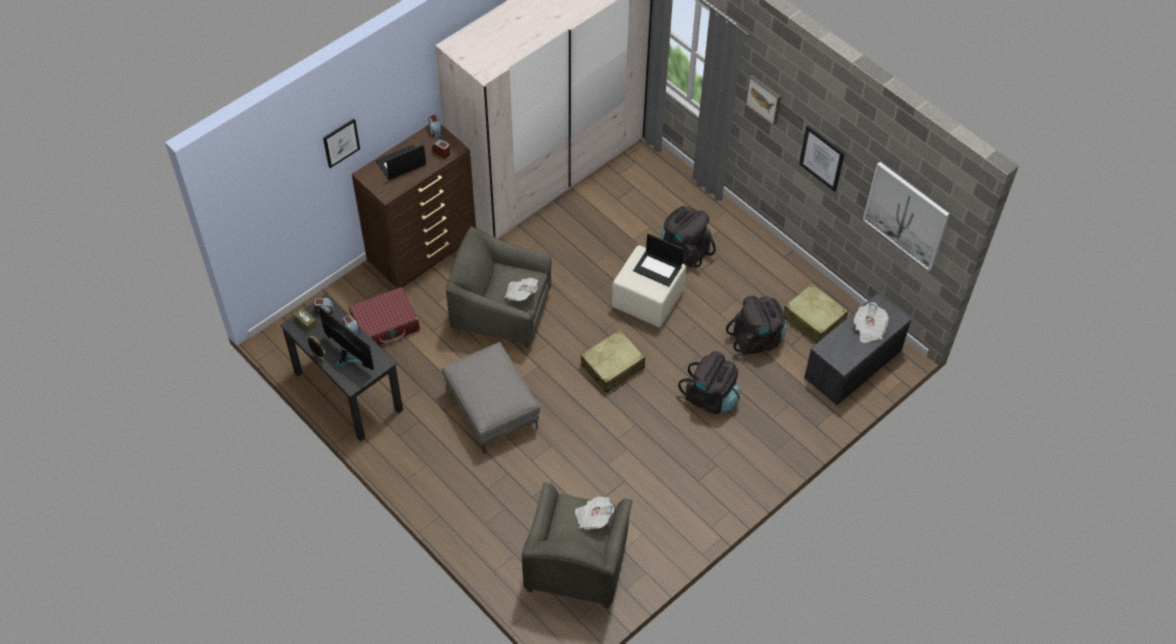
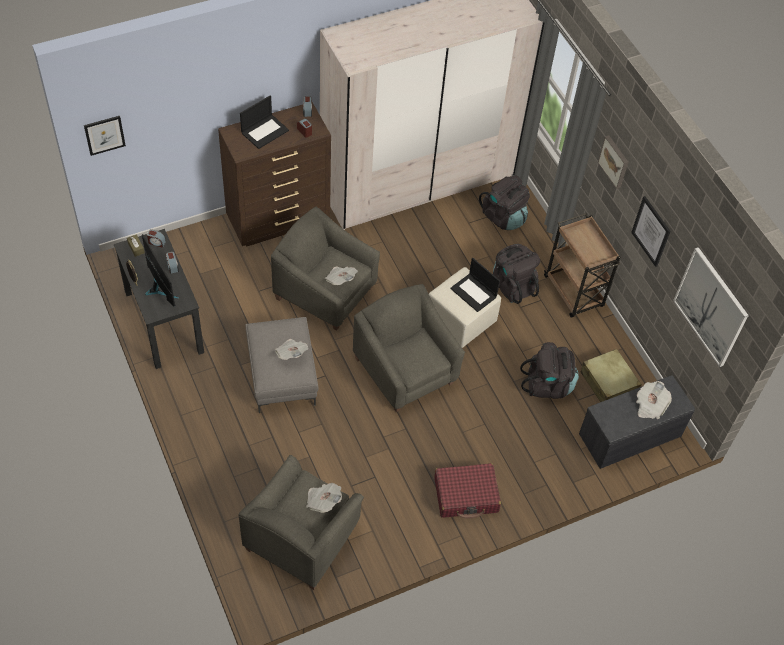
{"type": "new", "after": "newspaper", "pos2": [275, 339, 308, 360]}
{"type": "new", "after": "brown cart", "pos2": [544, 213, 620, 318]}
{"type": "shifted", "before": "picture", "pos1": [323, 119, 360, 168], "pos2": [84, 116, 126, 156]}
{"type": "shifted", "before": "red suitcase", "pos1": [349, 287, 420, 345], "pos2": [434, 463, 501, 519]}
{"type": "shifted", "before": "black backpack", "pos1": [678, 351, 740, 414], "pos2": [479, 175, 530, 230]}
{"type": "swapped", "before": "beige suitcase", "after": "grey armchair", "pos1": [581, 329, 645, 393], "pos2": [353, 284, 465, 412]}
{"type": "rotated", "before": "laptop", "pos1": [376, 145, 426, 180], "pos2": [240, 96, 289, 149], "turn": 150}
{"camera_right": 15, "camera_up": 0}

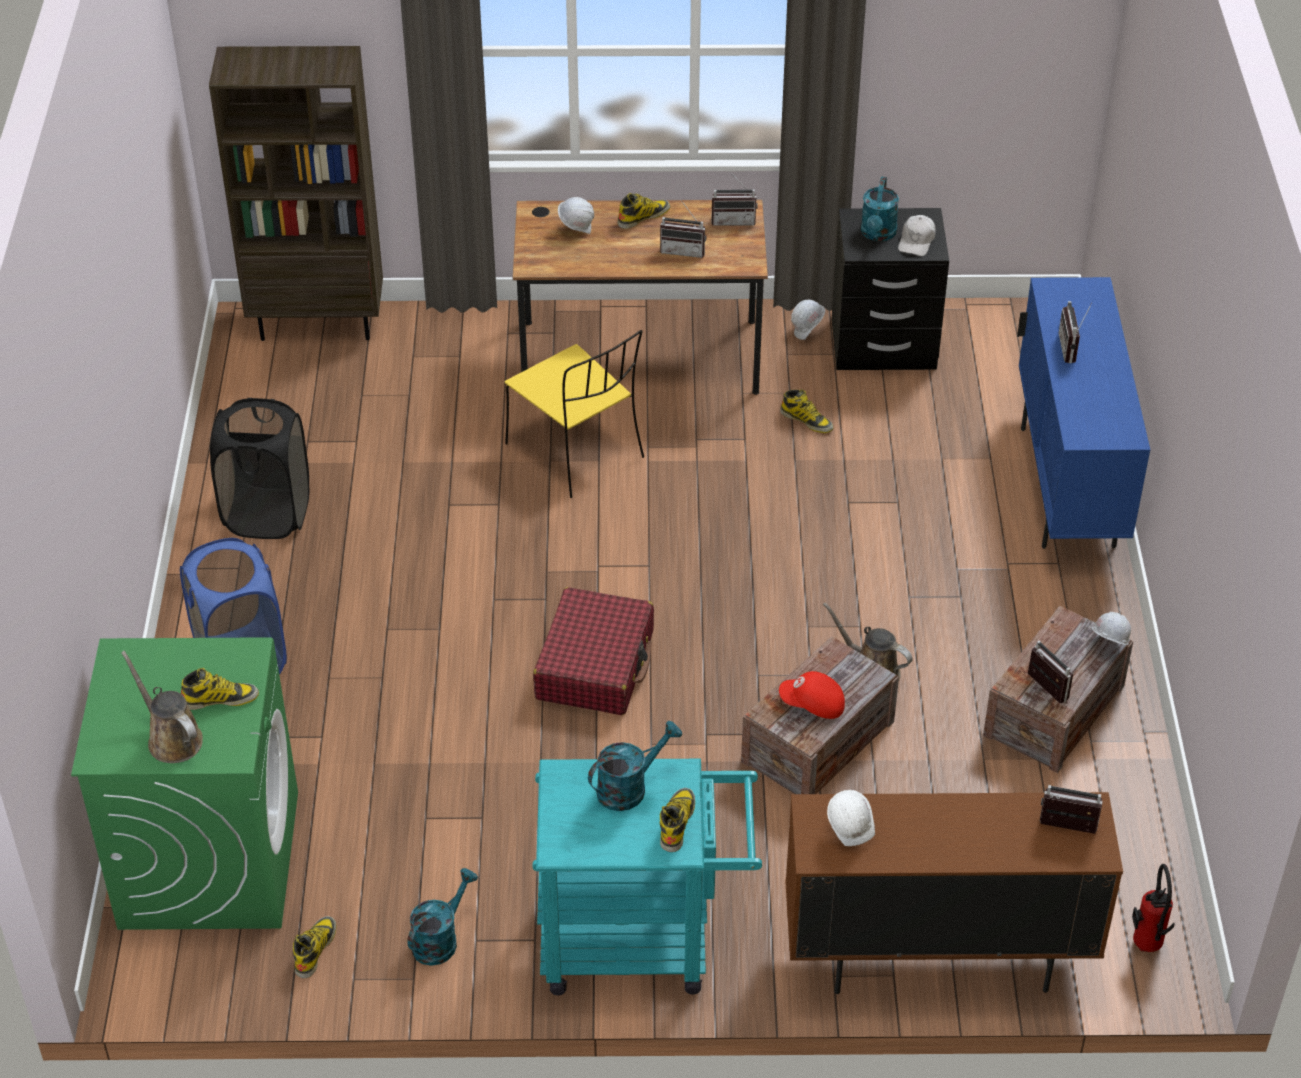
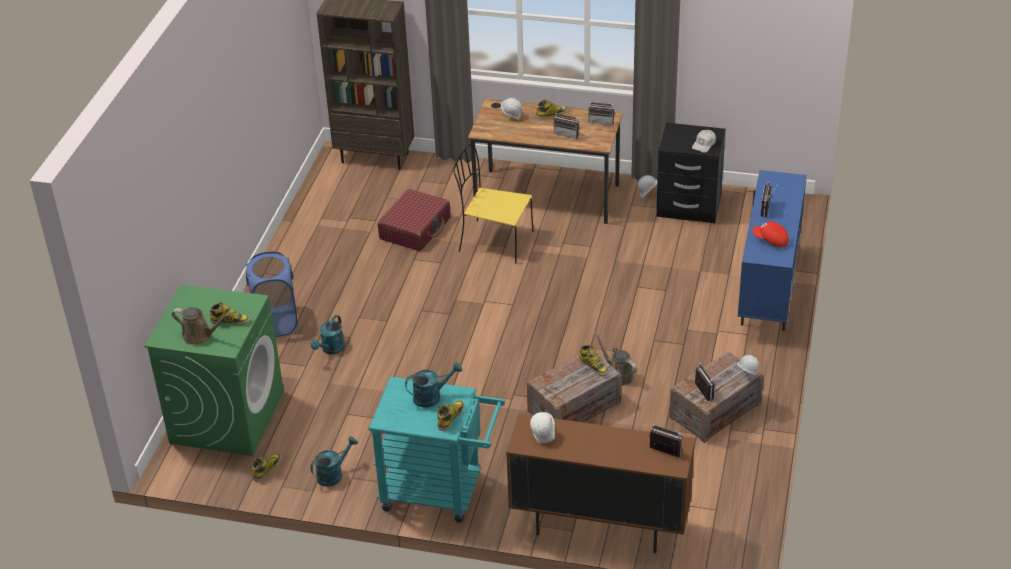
{"type": "gone", "before": "black laundry basket", "pos1": [210, 398, 309, 539]}
{"type": "gone", "before": "fire extinguisher", "pos1": [1132, 864, 1175, 952]}
{"type": "shifted", "before": "red suitcase", "pos1": [533, 587, 654, 715], "pos2": [377, 189, 450, 251]}
{"type": "shifted", "before": "red cap", "pos1": [779, 671, 845, 719], "pos2": [753, 221, 789, 248]}
{"type": "shifted", "before": "boot", "pos1": [780, 389, 833, 433], "pos2": [579, 345, 609, 376]}
{"type": "shifted", "before": "turquoise watering can", "pos1": [861, 177, 899, 241], "pos2": [311, 315, 345, 354]}
{"type": "rotated", "before": "brown watering can", "pos1": [121, 651, 203, 763], "pos2": [172, 307, 230, 345], "turn": 135}
{"type": "rotated", "before": "yellow chair", "pos1": [505, 330, 644, 498], "pos2": [453, 144, 534, 264], "turn": 135}
{"camera_right": 15, "camera_up": -5}

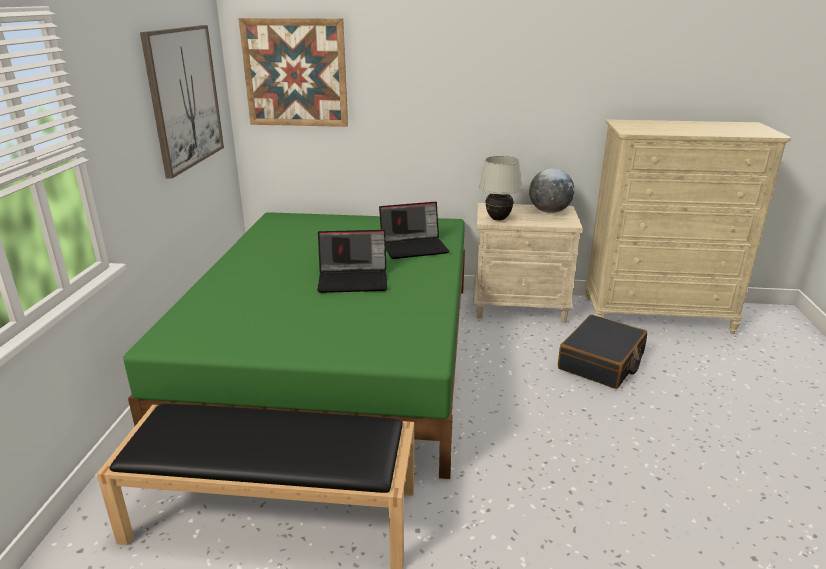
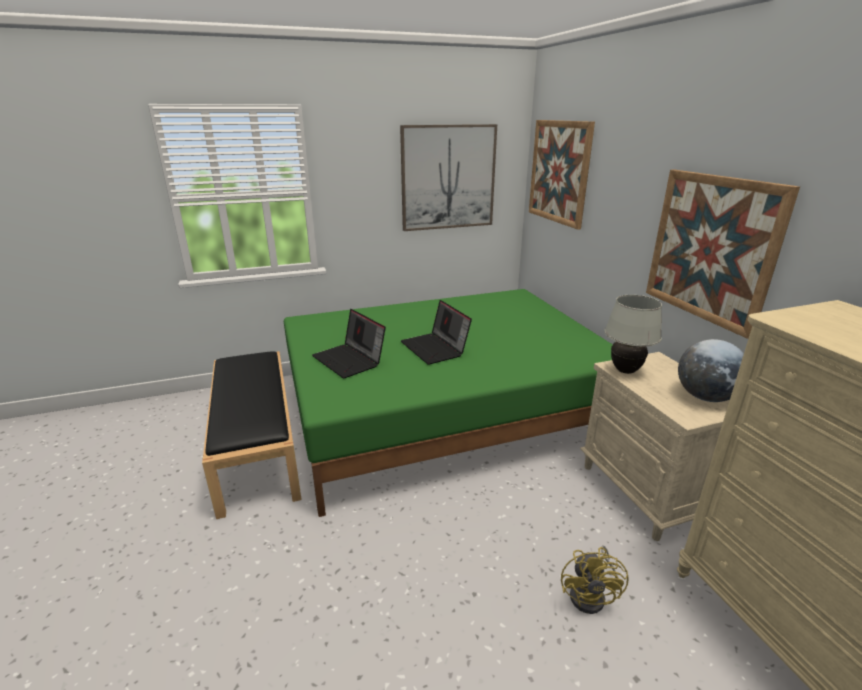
{"type": "new", "after": "picture", "pos2": [646, 170, 800, 339]}
{"type": "shifted", "before": "laptop", "pos1": [379, 202, 450, 259], "pos2": [312, 309, 386, 378]}
{"type": "swapped", "before": "black suitcase", "after": "yellow fan", "pos1": [558, 315, 647, 389], "pos2": [561, 545, 629, 614]}
{"camera_right": 65, "camera_up": 0}

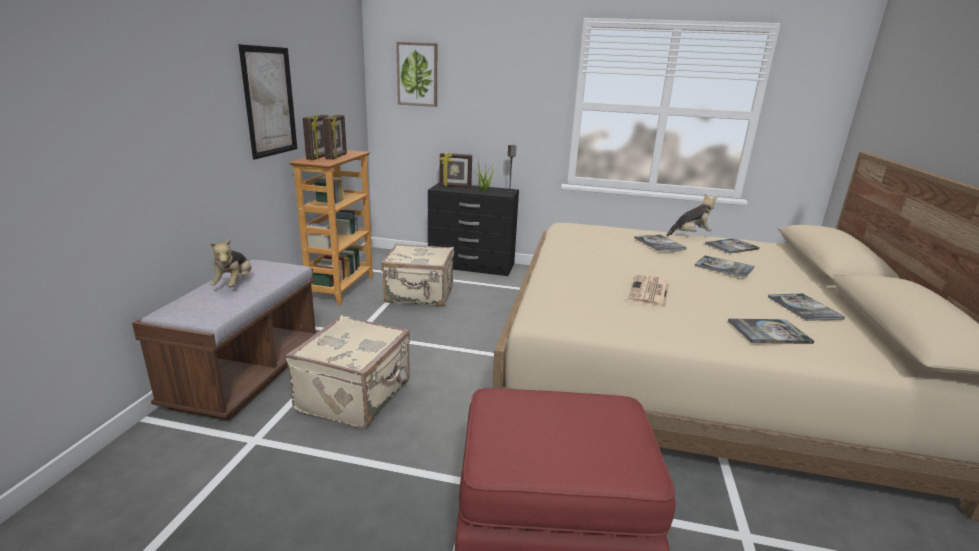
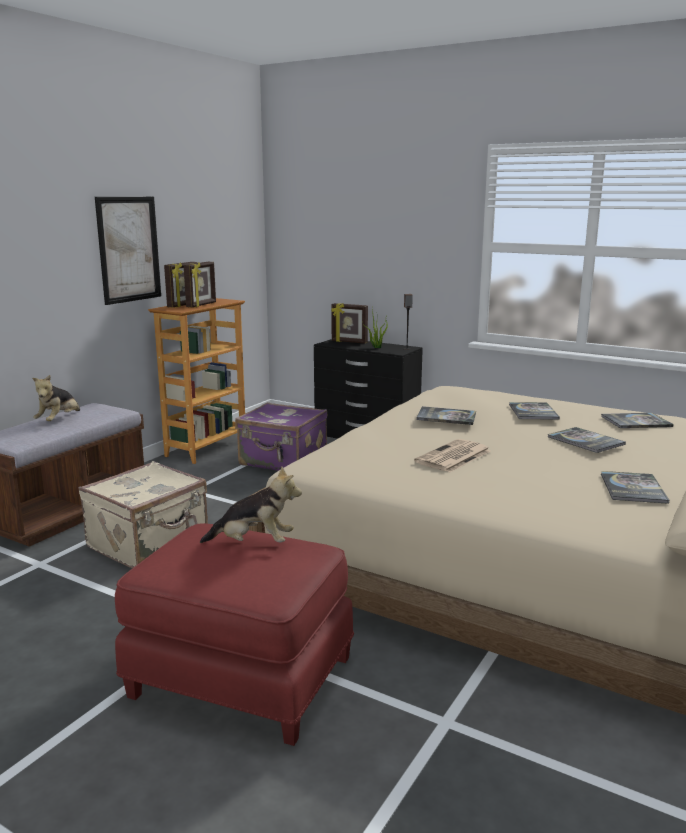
{"type": "gone", "before": "picture", "pos1": [396, 42, 437, 107]}
{"type": "shifted", "before": "plush toy", "pos1": [666, 194, 718, 236], "pos2": [200, 466, 302, 543]}
{"type": "shifted", "before": "book", "pos1": [728, 318, 814, 344], "pos2": [417, 406, 476, 425]}
{"type": "repainted", "before": "beige suitcase", "after": "purple suitcase", "pos1": [381, 243, 454, 307], "pos2": [235, 402, 327, 471]}
{"camera_right": 20, "camera_up": -5}

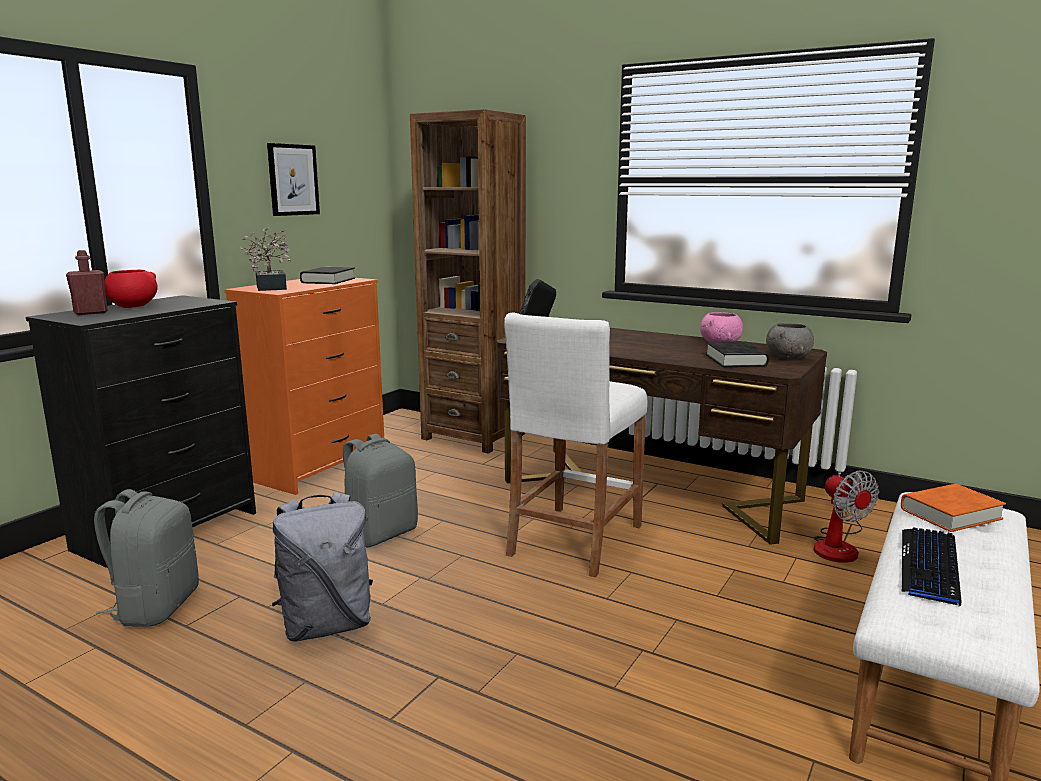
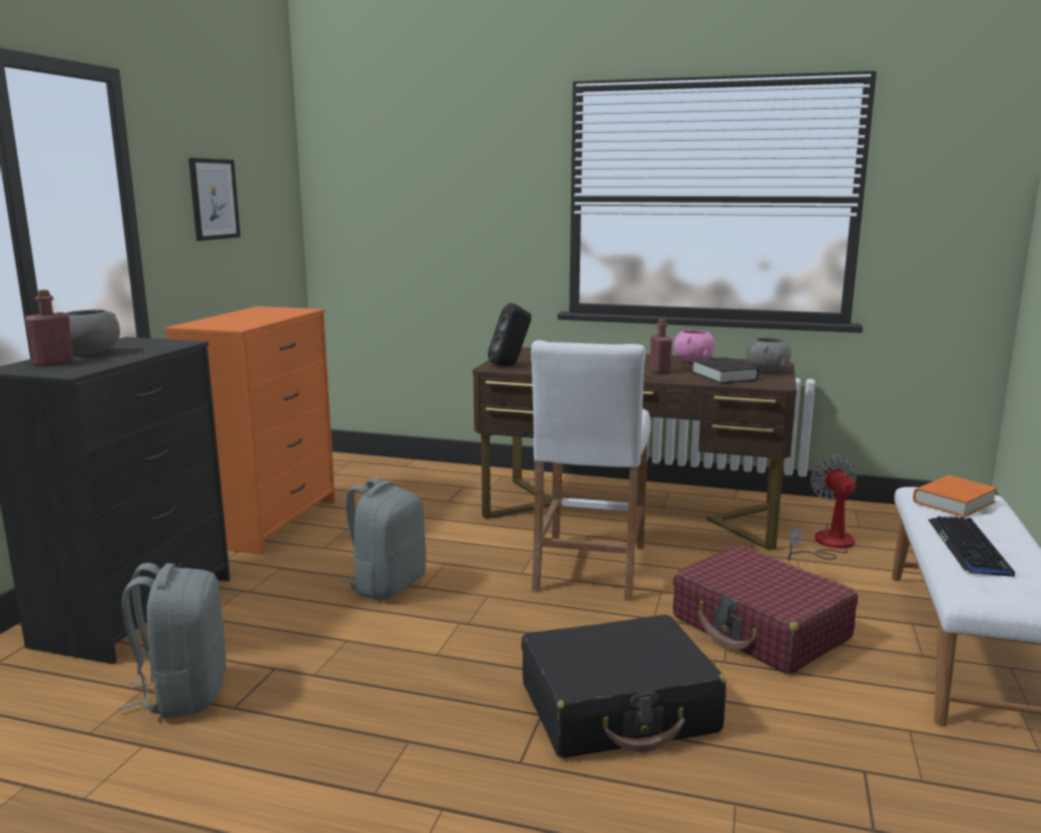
{"type": "gone", "before": "potted plant", "pos1": [240, 227, 291, 291]}
{"type": "gone", "before": "grey backpack", "pos1": [272, 492, 373, 642]}
{"type": "gone", "before": "black book", "pos1": [300, 267, 355, 284]}
{"type": "gone", "before": "brown bookcase", "pos1": [410, 109, 526, 454]}
{"type": "new", "after": "black suitcase", "pos2": [521, 615, 726, 758]}
{"type": "new", "after": "red bottle", "pos2": [650, 318, 672, 374]}
{"type": "new", "after": "red suitcase", "pos2": [673, 545, 858, 675]}
{"type": "repainted", "before": "red bowl", "after": "grey bowl", "pos1": [105, 270, 158, 308], "pos2": [66, 310, 120, 355]}
{"type": "rotated", "before": "fan", "pos1": [814, 471, 879, 563], "pos2": [788, 455, 857, 561], "turn": -150}
{"camera_right": -15, "camera_up": 0}

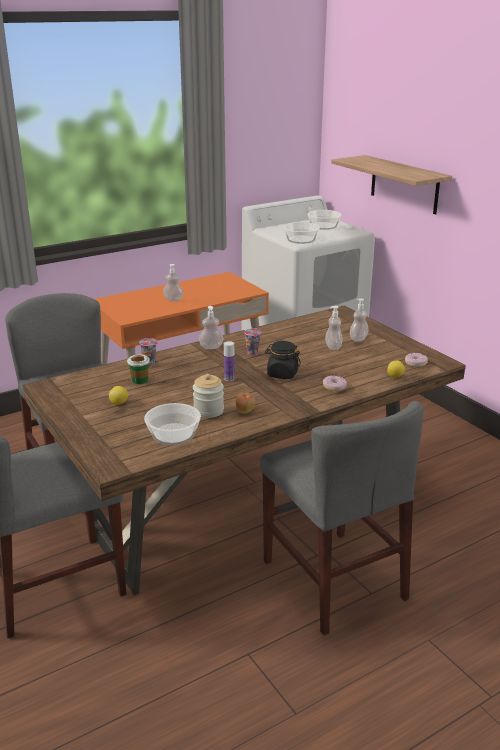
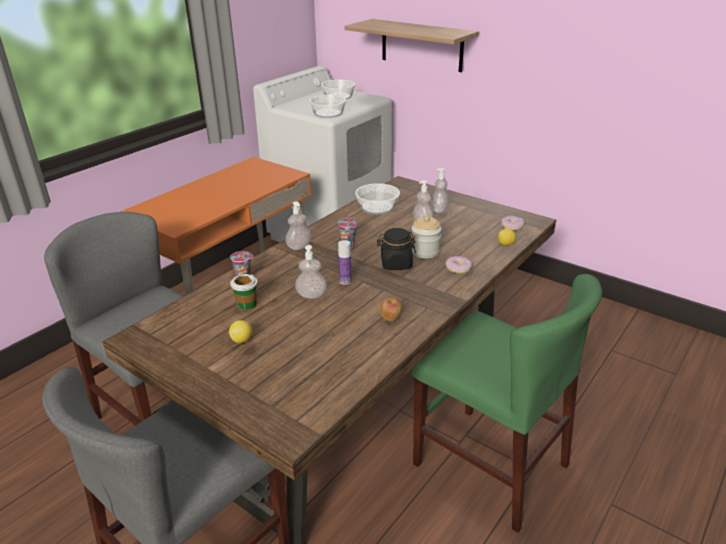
{"type": "shifted", "before": "bowl", "pos1": [144, 403, 201, 445], "pos2": [355, 183, 400, 215]}
{"type": "shifted", "before": "soap dispenser", "pos1": [163, 264, 183, 301], "pos2": [295, 245, 327, 299]}
{"type": "shifted", "before": "jar", "pos1": [193, 374, 224, 418], "pos2": [411, 216, 442, 258]}
{"type": "repainted", "before": "grey chair", "after": "green chair", "pos1": [260, 401, 424, 635], "pos2": [411, 274, 602, 533]}
{"camera_right": -20, "camera_up": 5}

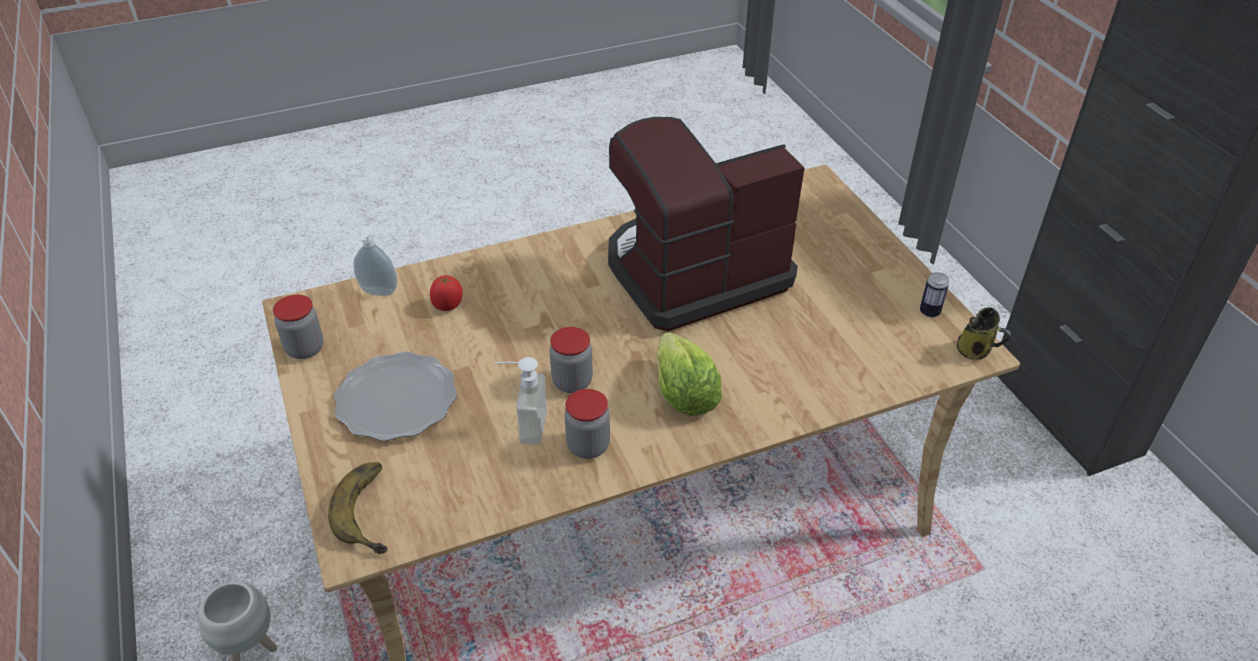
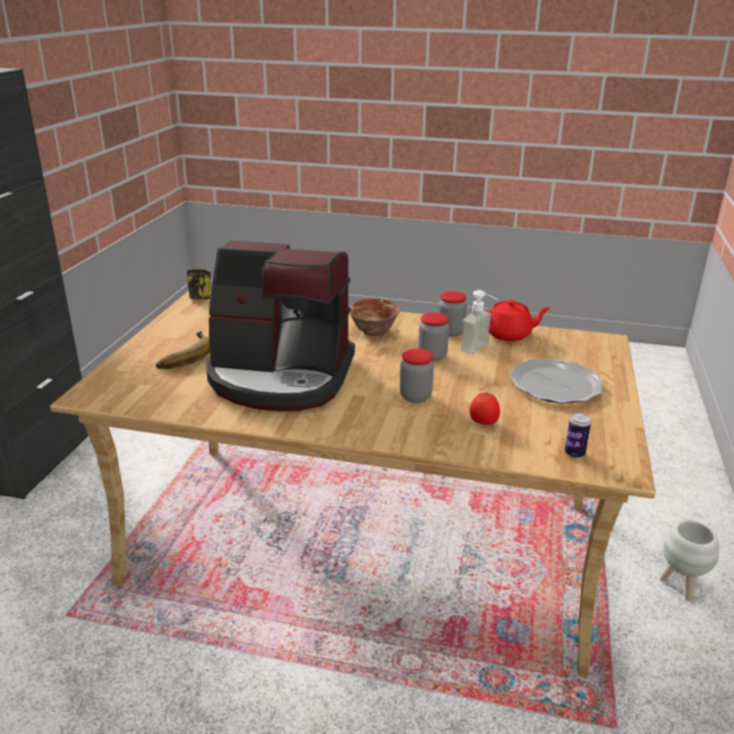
{"type": "gone", "before": "soap dispenser", "pos1": [353, 227, 397, 296]}
{"type": "new", "after": "red teapot", "pos2": [484, 300, 551, 341]}
{"type": "shifted", "before": "jar", "pos1": [273, 295, 323, 359], "pos2": [400, 349, 434, 403]}
{"type": "shifted", "before": "banana", "pos1": [328, 462, 387, 554], "pos2": [156, 331, 210, 369]}
{"type": "shifted", "before": "can", "pos1": [920, 272, 949, 317], "pos2": [565, 413, 591, 458]}
{"type": "swapped", "before": "lettuce", "after": "bowl", "pos1": [657, 332, 722, 416], "pos2": [349, 298, 400, 336]}
{"camera_right": -145, "camera_up": -15}

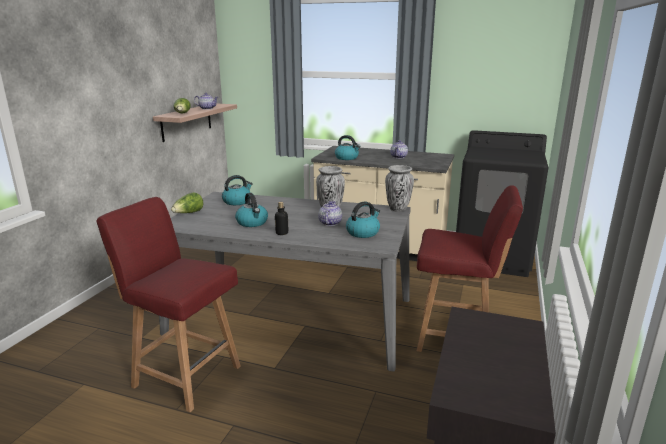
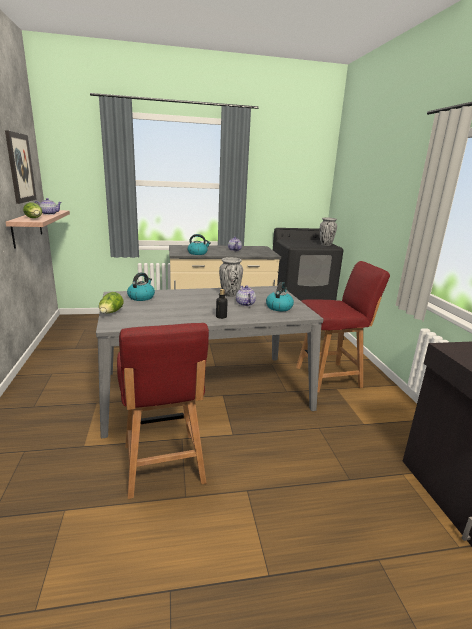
{"type": "gone", "before": "kettle", "pos1": [235, 193, 268, 227]}
{"type": "new", "after": "picture", "pos2": [5, 130, 37, 204]}
{"type": "shifted", "before": "vase", "pos1": [385, 165, 414, 212], "pos2": [320, 217, 337, 246]}
{"type": "rotated", "before": "red chair", "pos1": [96, 197, 240, 412], "pos2": [117, 323, 209, 499], "turn": -105}
{"camera_right": -30, "camera_up": 0}

